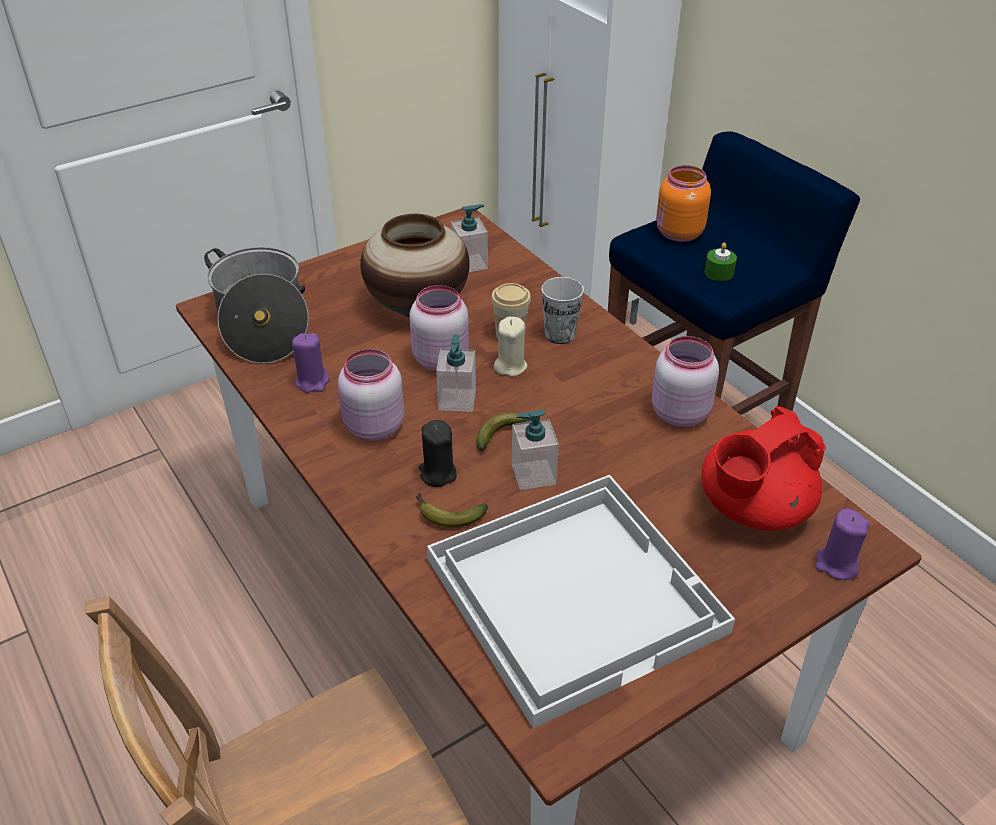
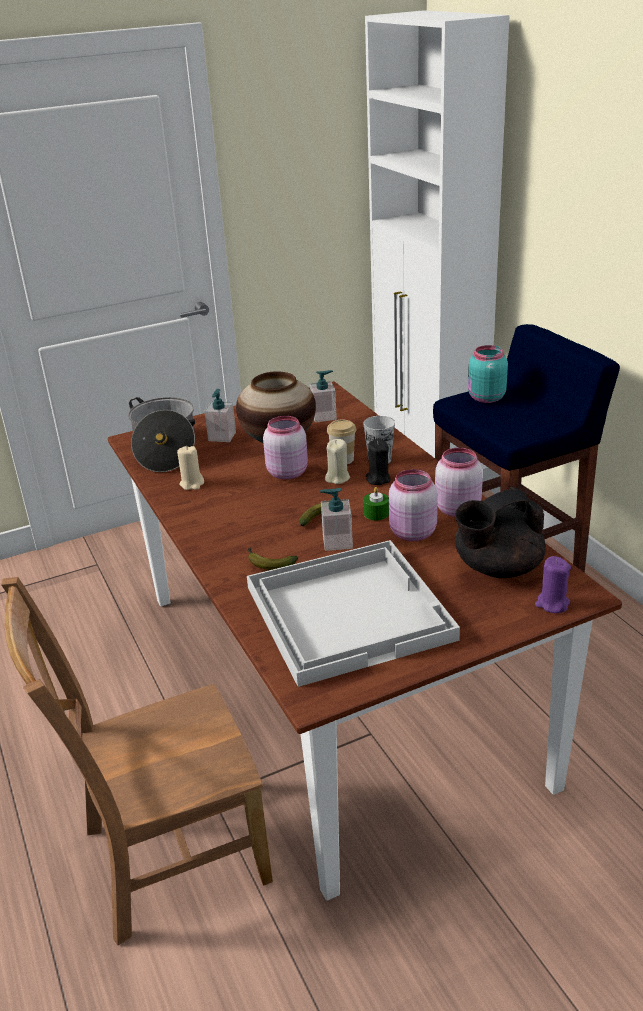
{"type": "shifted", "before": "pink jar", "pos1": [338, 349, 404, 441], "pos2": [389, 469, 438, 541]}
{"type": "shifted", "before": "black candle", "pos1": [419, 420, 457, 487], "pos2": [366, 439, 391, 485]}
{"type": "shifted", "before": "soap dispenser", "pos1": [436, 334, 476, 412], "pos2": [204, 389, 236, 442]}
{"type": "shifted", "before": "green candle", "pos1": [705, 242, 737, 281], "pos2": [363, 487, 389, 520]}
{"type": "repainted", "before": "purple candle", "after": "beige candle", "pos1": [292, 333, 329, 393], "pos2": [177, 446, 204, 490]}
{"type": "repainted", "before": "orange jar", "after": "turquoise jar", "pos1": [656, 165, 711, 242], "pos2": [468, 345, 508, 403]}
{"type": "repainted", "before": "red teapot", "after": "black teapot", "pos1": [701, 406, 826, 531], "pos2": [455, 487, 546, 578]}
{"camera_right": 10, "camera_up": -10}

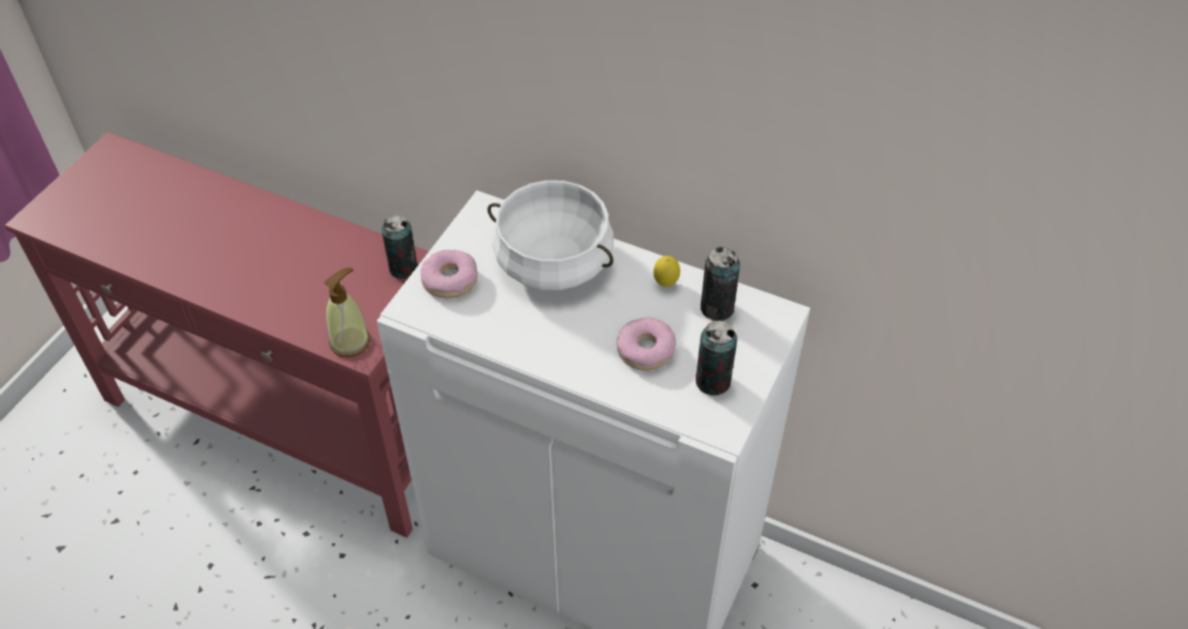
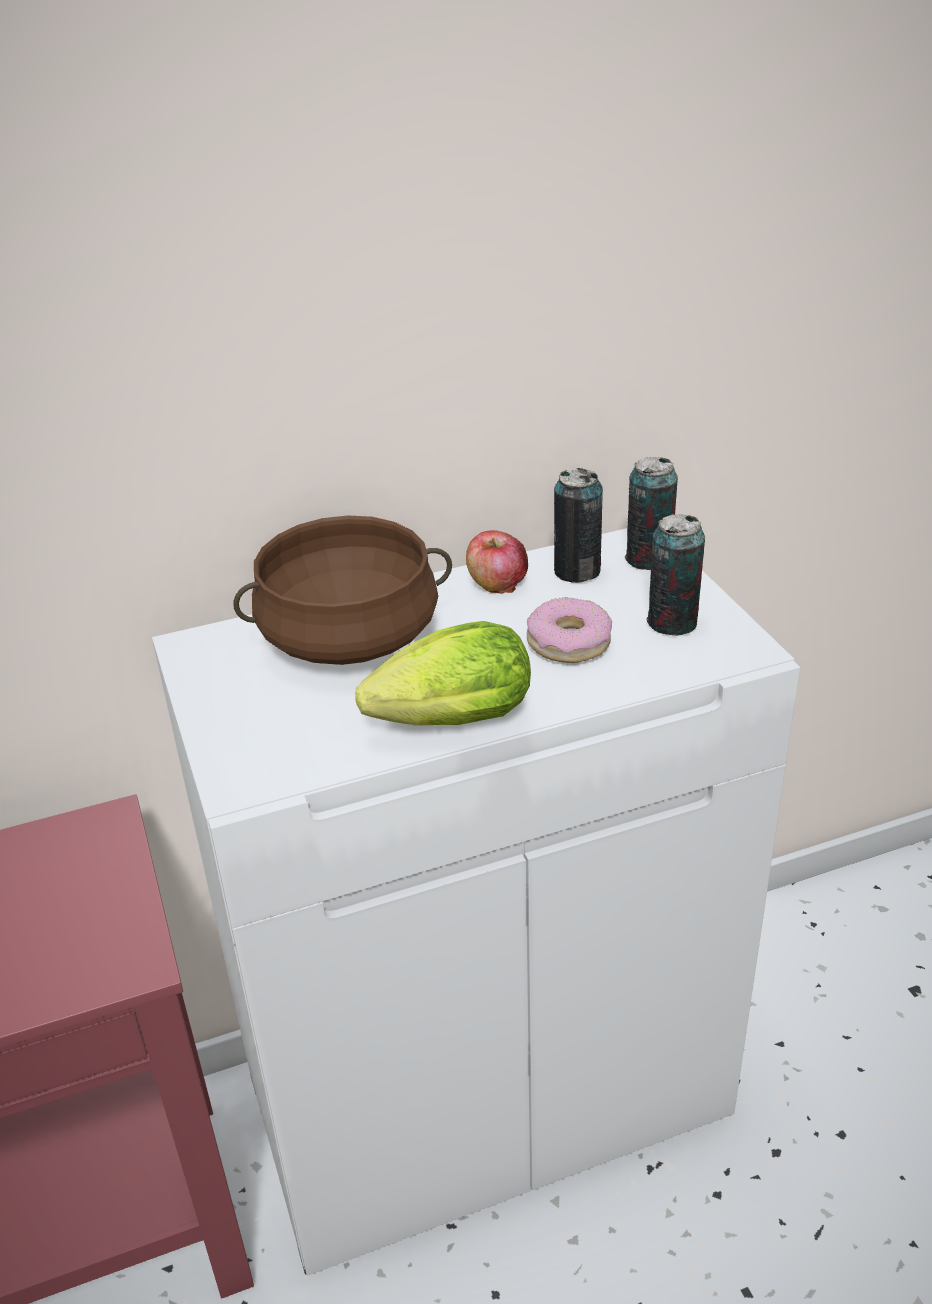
{"type": "gone", "before": "soap dispenser", "pos1": [324, 267, 370, 357]}
{"type": "gone", "before": "donut", "pos1": [420, 250, 478, 298]}
{"type": "new", "after": "lettuce", "pos2": [355, 621, 531, 726]}
{"type": "shifted", "before": "can", "pos1": [382, 215, 418, 279], "pos2": [625, 457, 678, 570]}
{"type": "swapped", "before": "lemon", "after": "apple", "pos1": [653, 256, 680, 287], "pos2": [466, 530, 528, 594]}
{"type": "repainted", "before": "white cooking pot", "after": "brown cooking pot", "pos1": [487, 180, 614, 290], "pos2": [233, 515, 452, 665]}
{"camera_right": -45, "camera_up": -15}

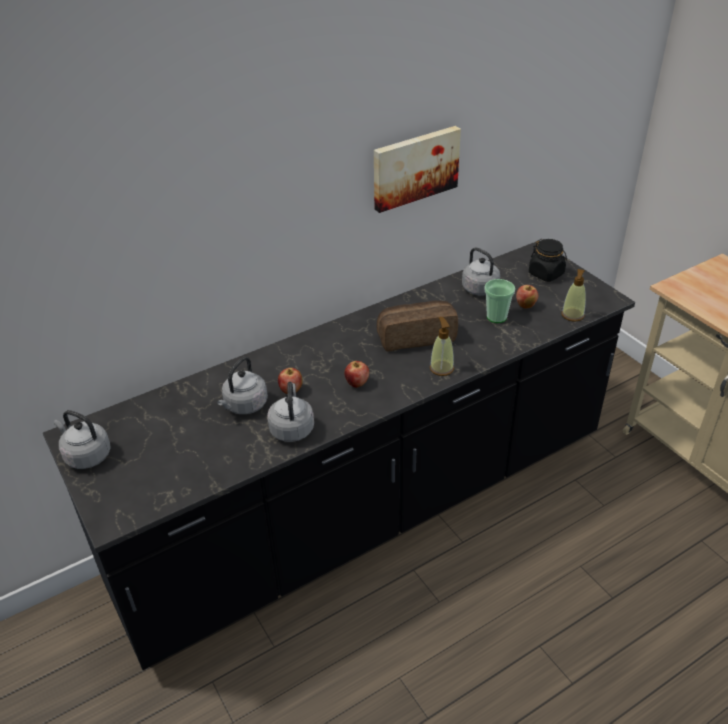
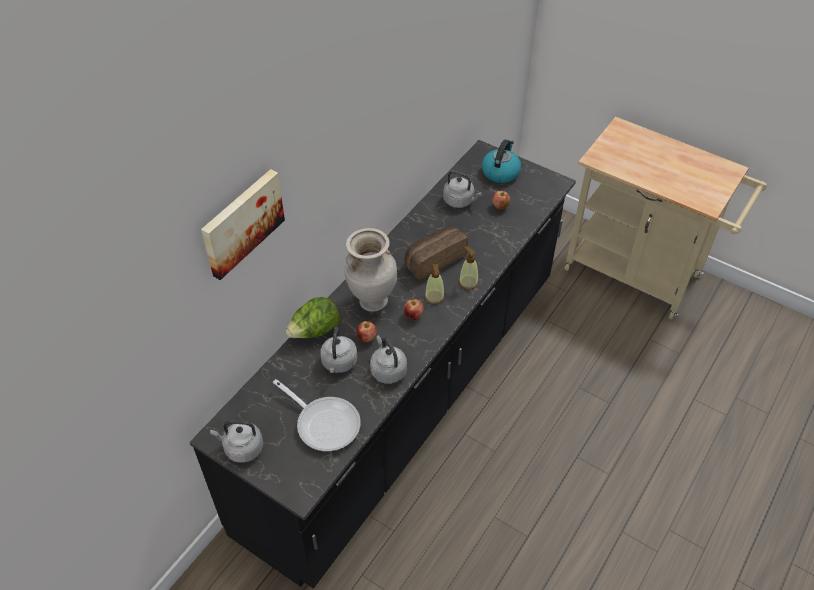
{"type": "gone", "before": "cup", "pos1": [484, 279, 515, 323]}
{"type": "new", "after": "frying pan", "pos2": [273, 379, 361, 451]}
{"type": "new", "after": "lettuce", "pos2": [286, 297, 340, 338]}
{"type": "new", "after": "beige vase", "pos2": [344, 228, 397, 312]}
{"type": "shifted", "before": "picture", "pos1": [374, 126, 461, 213], "pos2": [201, 169, 285, 280]}
{"type": "shifted", "before": "soap dispenser", "pos1": [562, 269, 586, 322], "pos2": [425, 264, 445, 305]}
{"type": "swapped", "before": "black jar", "after": "kettle", "pos1": [529, 239, 567, 282], "pos2": [482, 140, 521, 183]}
{"camera_right": -25, "camera_up": 10}

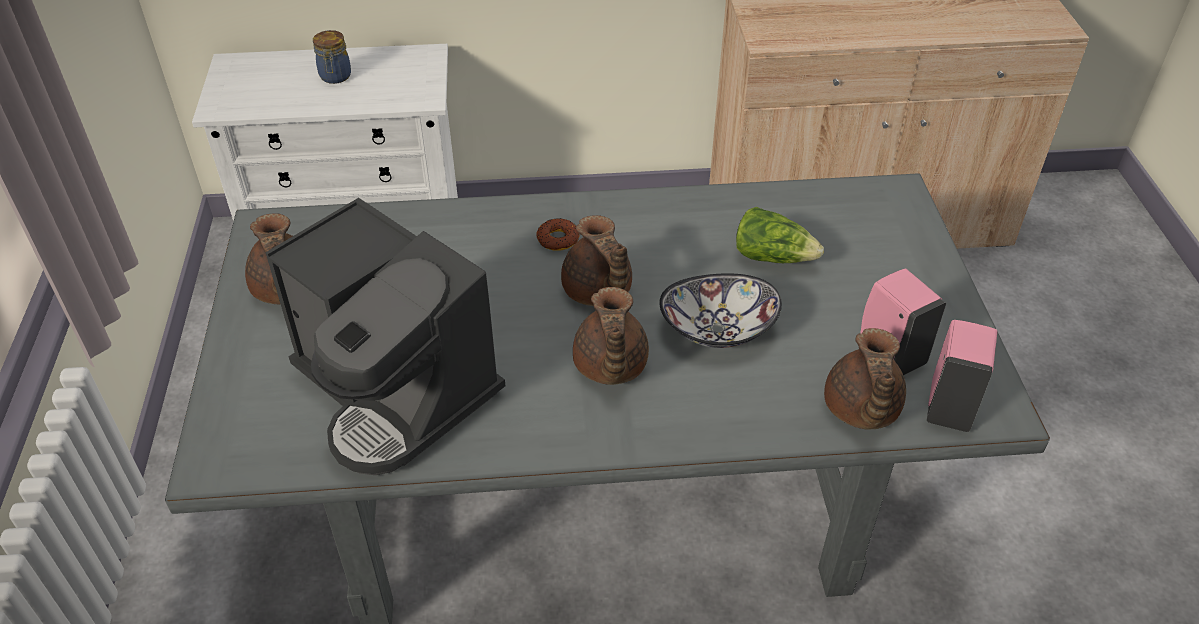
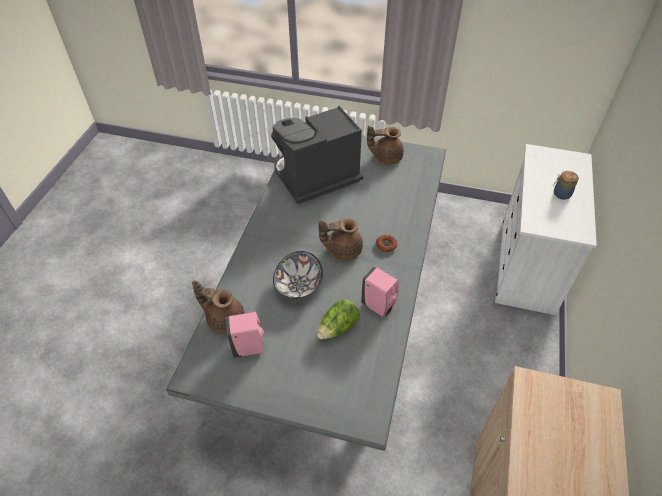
{"type": "gone", "before": "brown teapot", "pos1": [573, 287, 649, 385]}
{"type": "shifted", "before": "pink soap dispenser", "pos1": [927, 320, 998, 432], "pos2": [361, 266, 398, 317]}
{"camera_right": 110, "camera_up": 5}

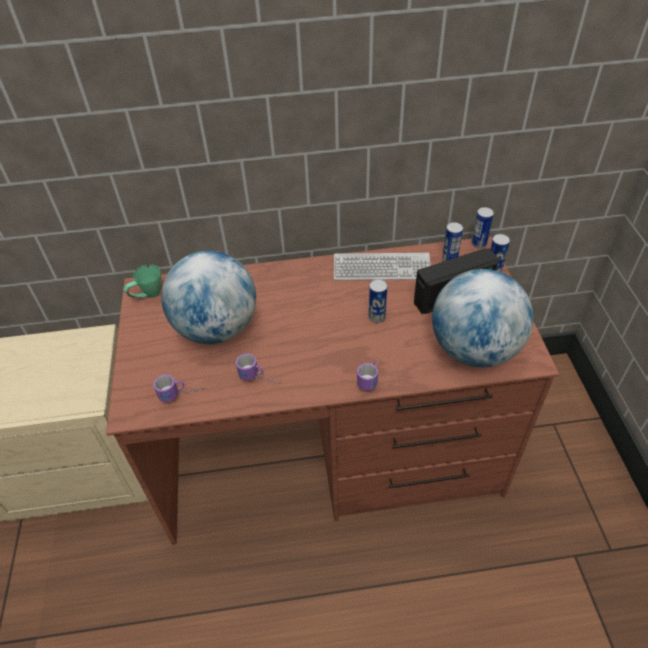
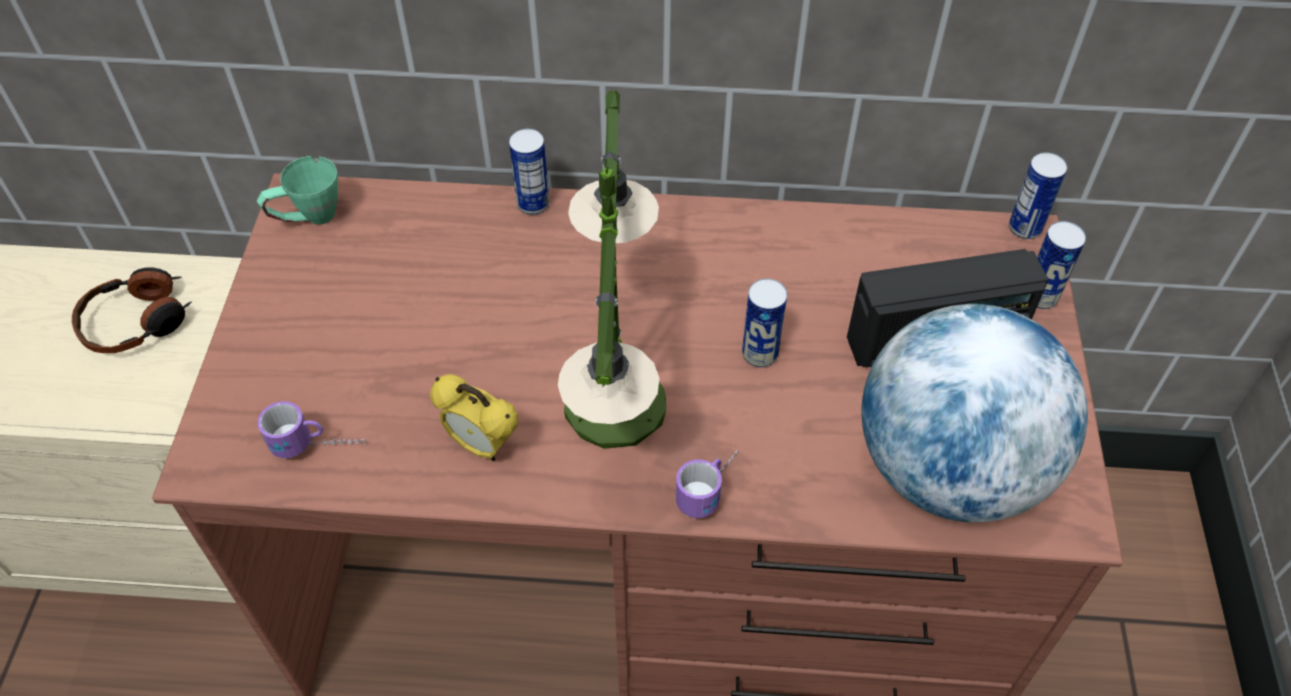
{"type": "gone", "before": "globe", "pos1": [161, 251, 256, 344]}
{"type": "gone", "before": "keyboard", "pos1": [334, 253, 431, 280]}
{"type": "new", "after": "headphones", "pos2": [72, 268, 192, 353]}
{"type": "new", "after": "table lamp", "pos2": [558, 90, 666, 449]}
{"type": "shifted", "before": "can", "pos1": [442, 222, 463, 261], "pos2": [509, 129, 550, 215]}
{"type": "swapped", "before": "mug", "after": "alarm clock", "pos1": [236, 353, 281, 384], "pos2": [430, 374, 518, 461]}
{"camera_right": 10, "camera_up": 5}

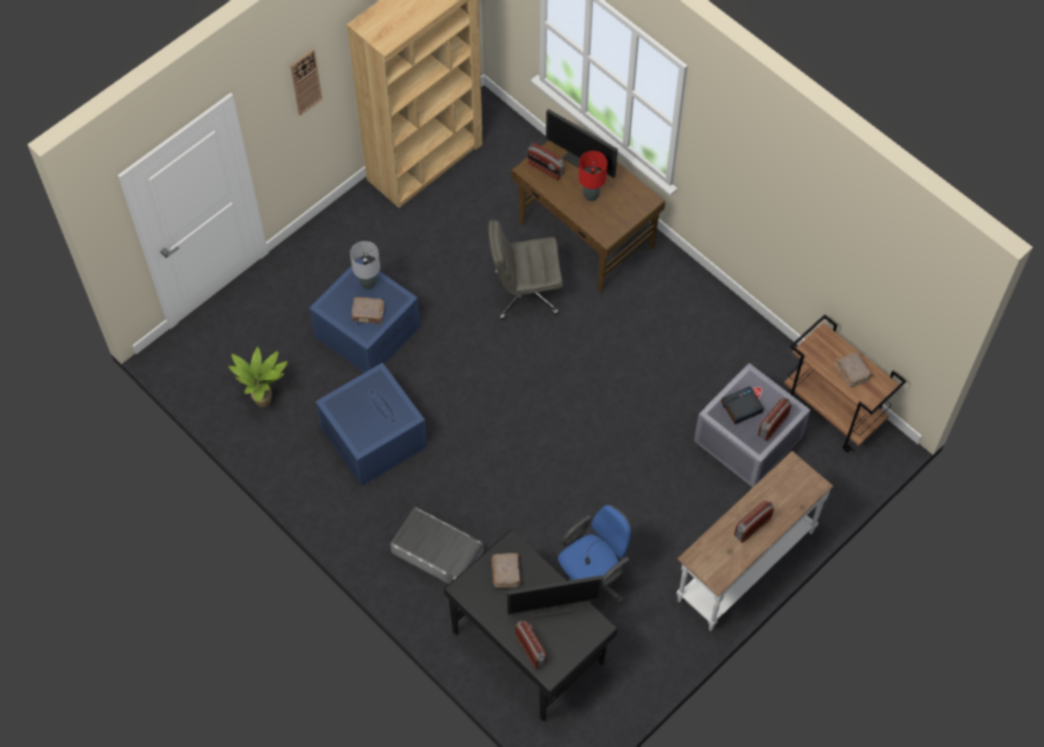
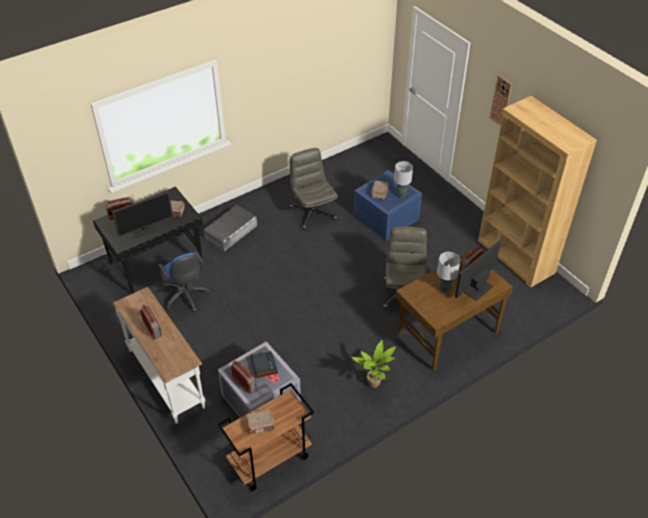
{"type": "shifted", "before": "potted plant", "pos1": [228, 347, 288, 407], "pos2": [352, 340, 396, 388]}
{"type": "swapped", "before": "blue storage box", "after": "grey office chair", "pos1": [316, 362, 428, 486], "pos2": [290, 148, 338, 230]}
{"type": "repainted", "before": "red table lamp", "after": "grey table lamp", "pos1": [578, 151, 607, 201], "pos2": [437, 252, 460, 292]}
{"type": "rotated", "before": "monitor", "pos1": [507, 575, 603, 618], "pos2": [112, 191, 173, 238], "turn": -120}
{"camera_right": 100, "camera_up": -15}

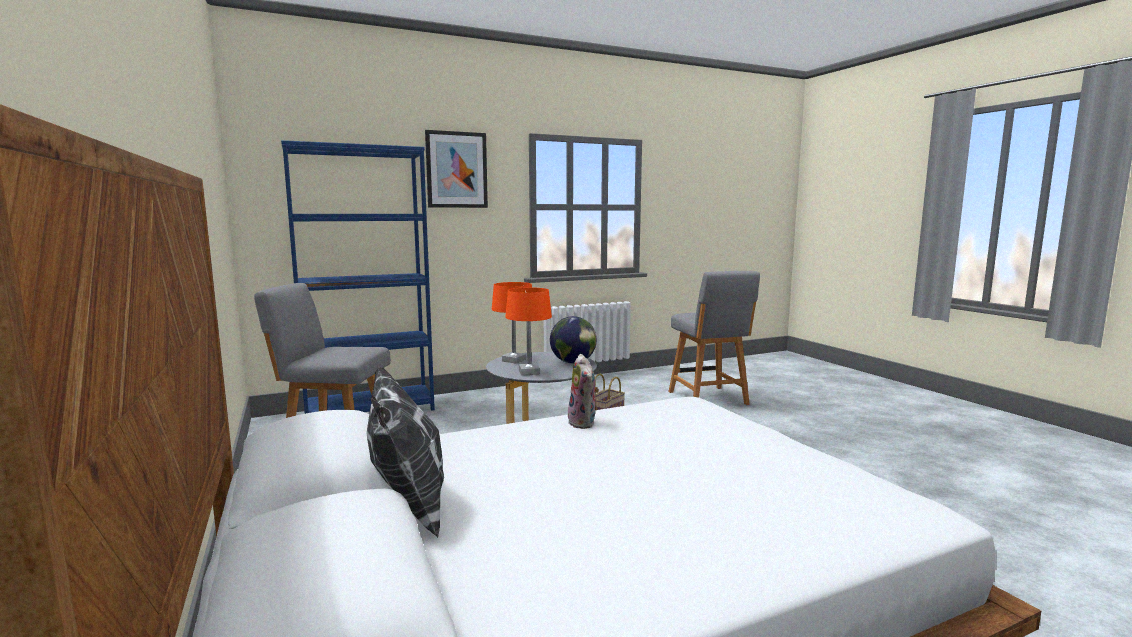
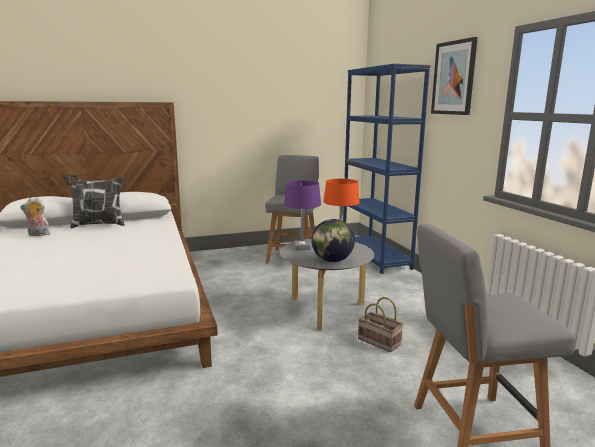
{"type": "shifted", "before": "plush toy", "pos1": [566, 354, 599, 429], "pos2": [20, 197, 50, 236]}
{"type": "repainted", "before": "orange table lamp", "after": "purple table lamp", "pos1": [505, 287, 552, 375], "pos2": [284, 180, 321, 250]}
{"camera_right": 95, "camera_up": 5}

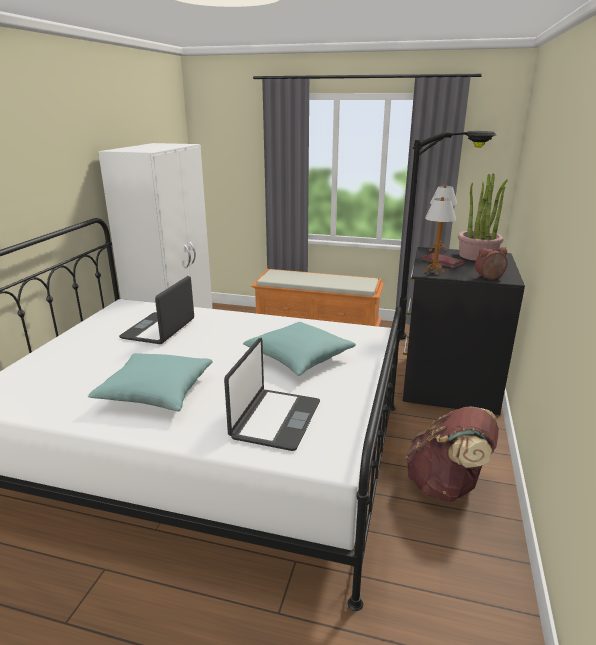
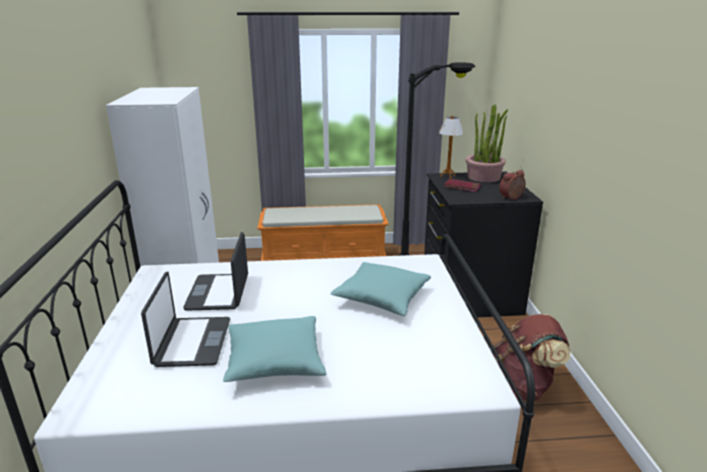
{"type": "gone", "before": "table lamp", "pos1": [424, 197, 456, 275]}
{"type": "shifted", "before": "laptop", "pos1": [224, 338, 320, 451], "pos2": [141, 272, 230, 367]}
{"camera_right": -20, "camera_up": 0}

